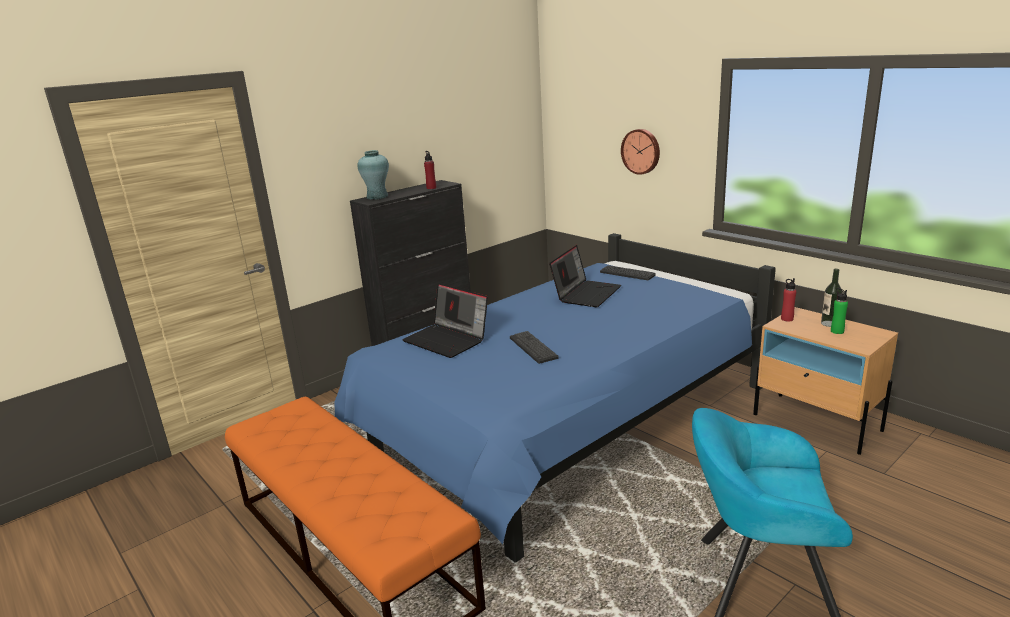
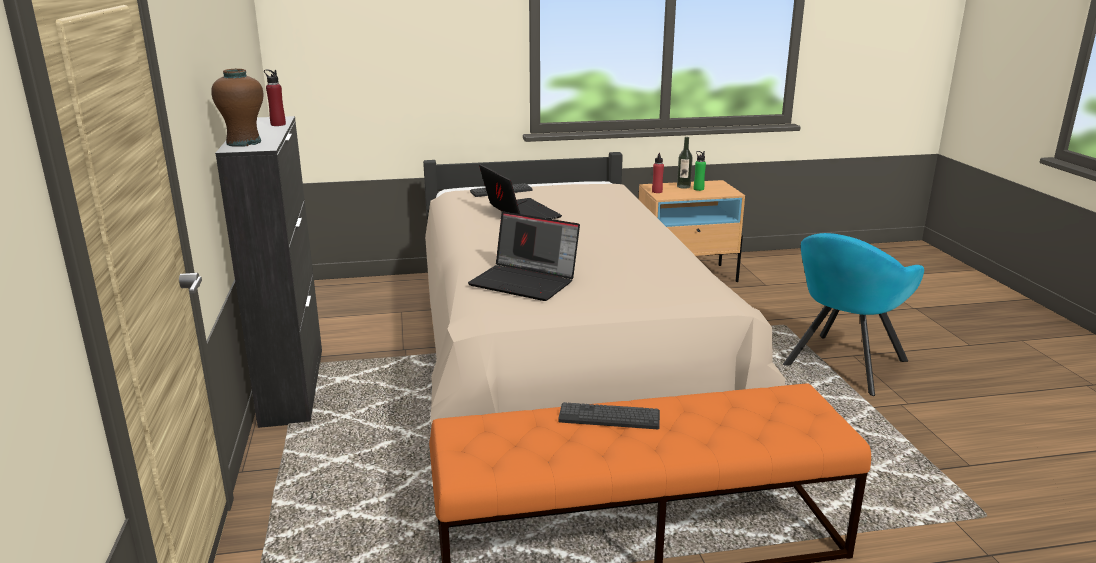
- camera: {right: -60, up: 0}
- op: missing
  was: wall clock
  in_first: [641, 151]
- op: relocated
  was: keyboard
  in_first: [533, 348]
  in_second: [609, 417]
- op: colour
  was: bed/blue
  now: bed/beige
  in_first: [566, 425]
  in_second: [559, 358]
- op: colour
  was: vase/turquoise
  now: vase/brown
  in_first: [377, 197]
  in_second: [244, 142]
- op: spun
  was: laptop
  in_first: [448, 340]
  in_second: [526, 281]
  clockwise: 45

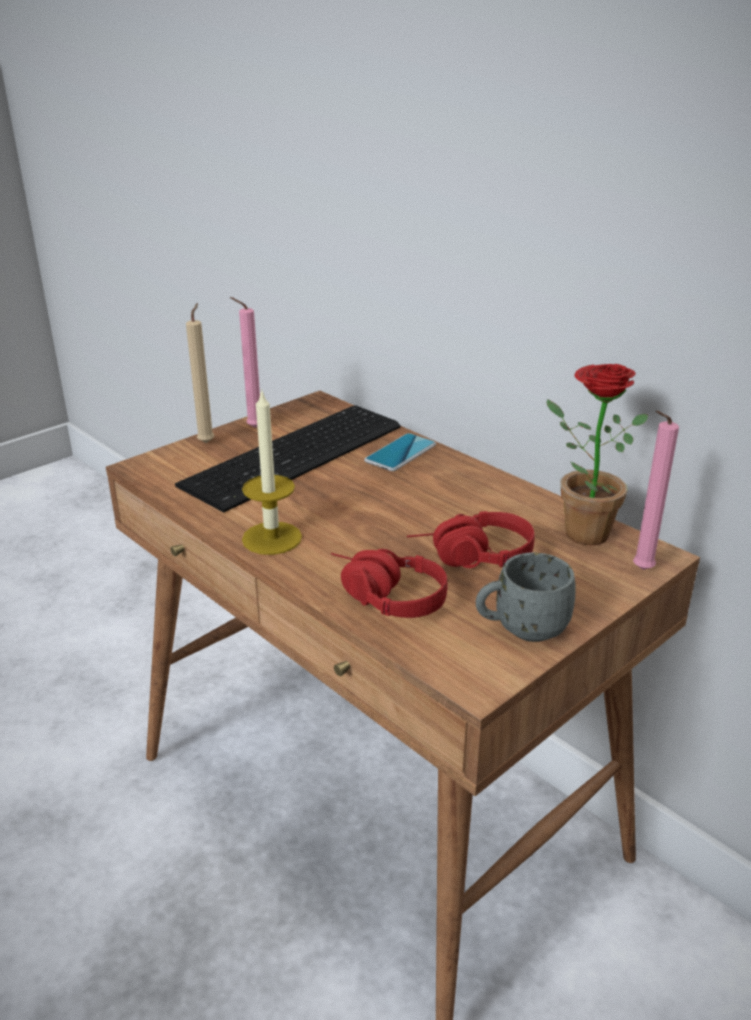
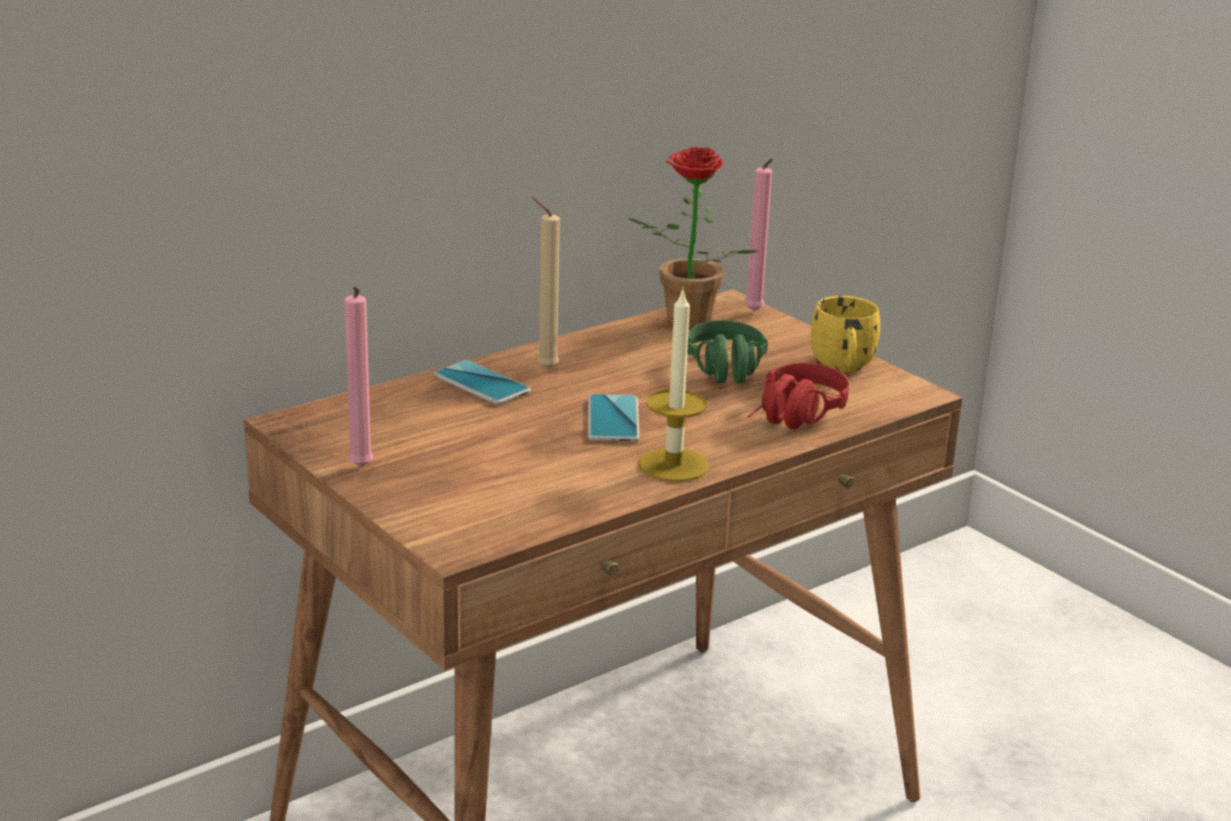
- camera: {right: -85, up: -5}
- op: missing
  was: keyboard
  in_first: [299, 455]
- op: appeared
  now: phone
  in_second: [613, 419]
- op: relocated
  was: candle/beige
  in_first: [207, 442]
  in_second: [544, 368]
- op: colour
  was: headphones/red
  now: headphones/green
  in_first: [470, 558]
  in_second: [727, 374]
- op: colour
  was: mug/grey
  now: mug/yellow
  in_first: [521, 628]
  in_second: [843, 367]

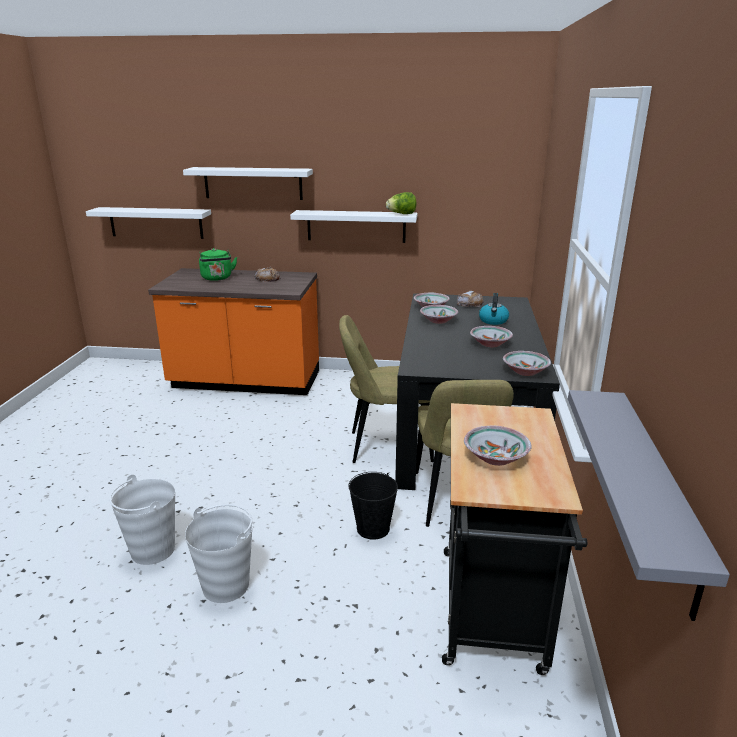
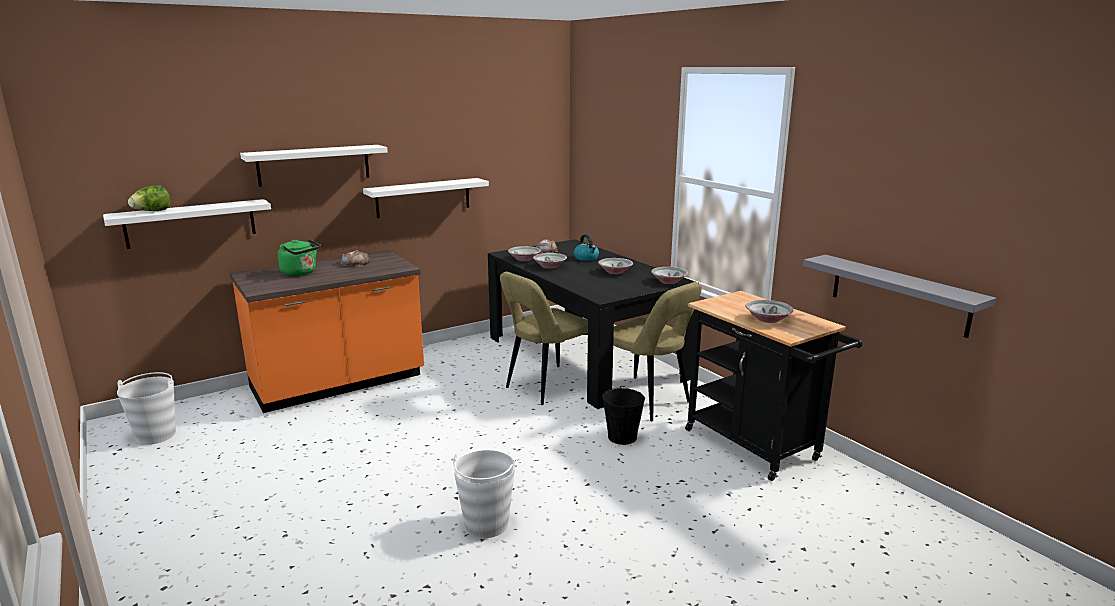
- camera: {right: -40, up: -5}
- op: relocated
  was: bucket/white
  in_first: [226, 585]
  in_second: [156, 435]
- op: relocated
  was: lettuce
  in_first: [401, 214]
  in_second: [152, 211]

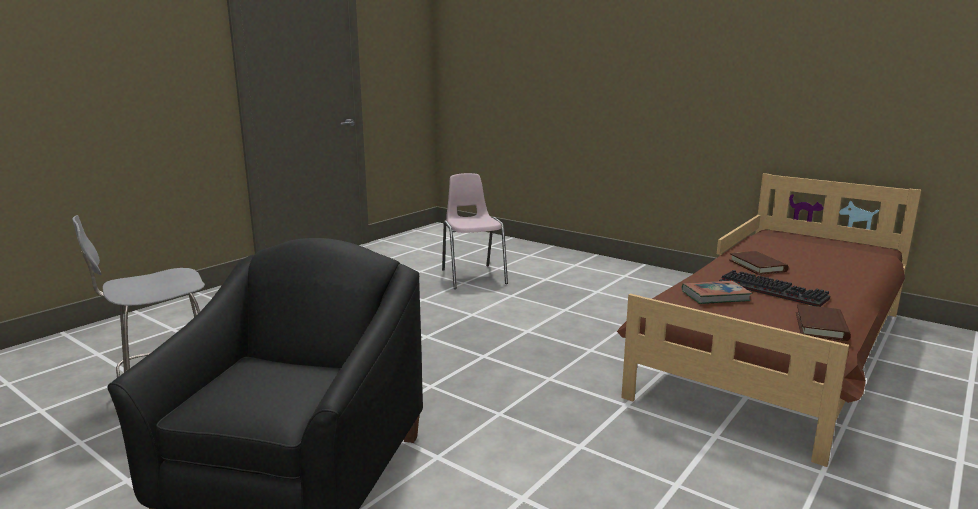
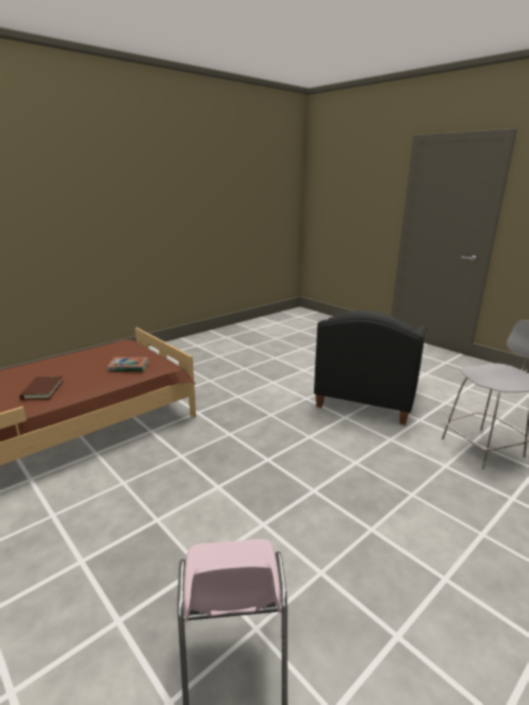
- camera: {right: -170, up: 5}
- op: missing
  was: keyboard
  in_first: [775, 291]
- op: missing
  was: book/brown
  in_first: [821, 326]

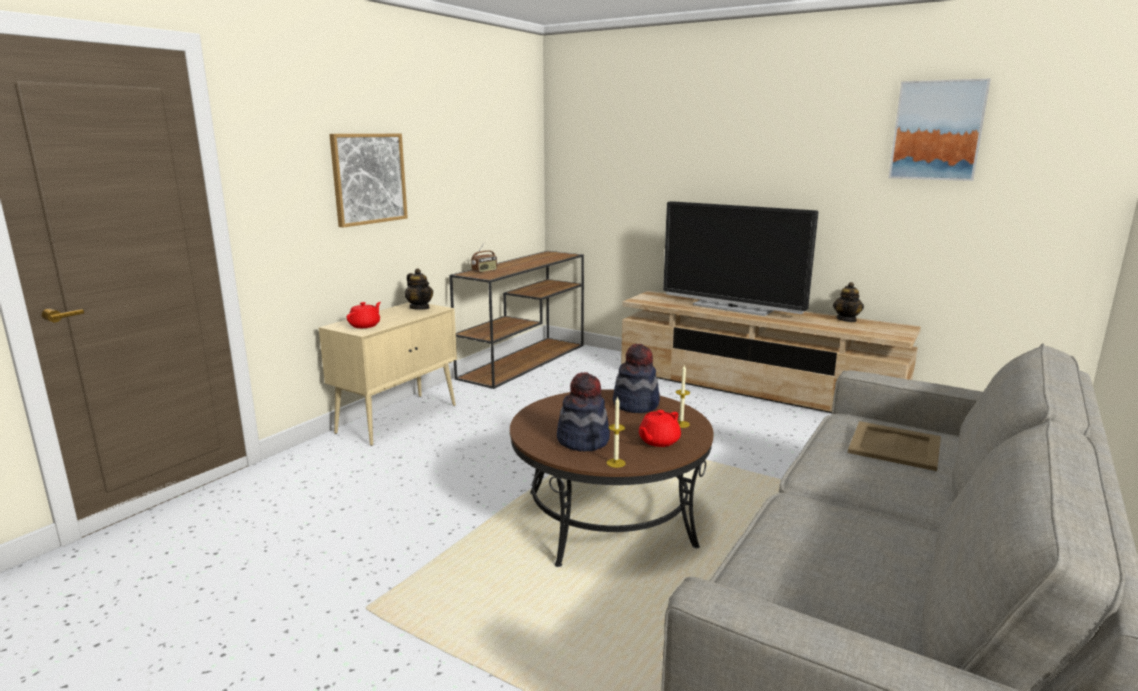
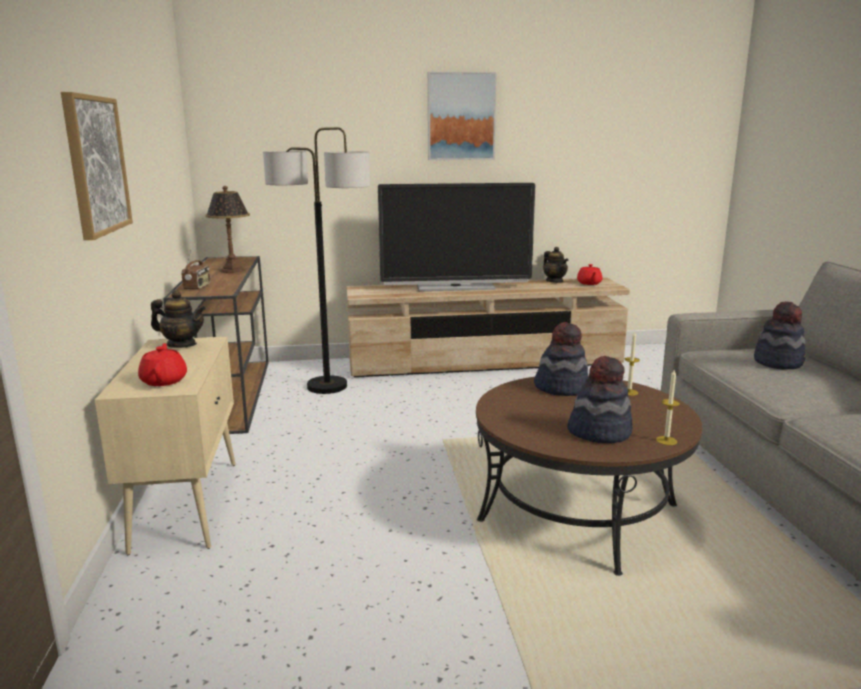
- camera: {right: -40, up: 0}
- op: appeared
  now: table lamp
  in_second: [232, 270]
- op: appeared
  now: floor lamp
  in_second: [327, 386]
- op: relocated
  was: teapot/red
  in_first: [658, 441]
  in_second: [589, 283]
- op: relocated
  was: picture
  in_first: [937, 130]
  in_second: [461, 116]
- op: exchanged
  was: tray/beige
  now: hat
  in_first: [895, 446]
  in_second: [778, 362]

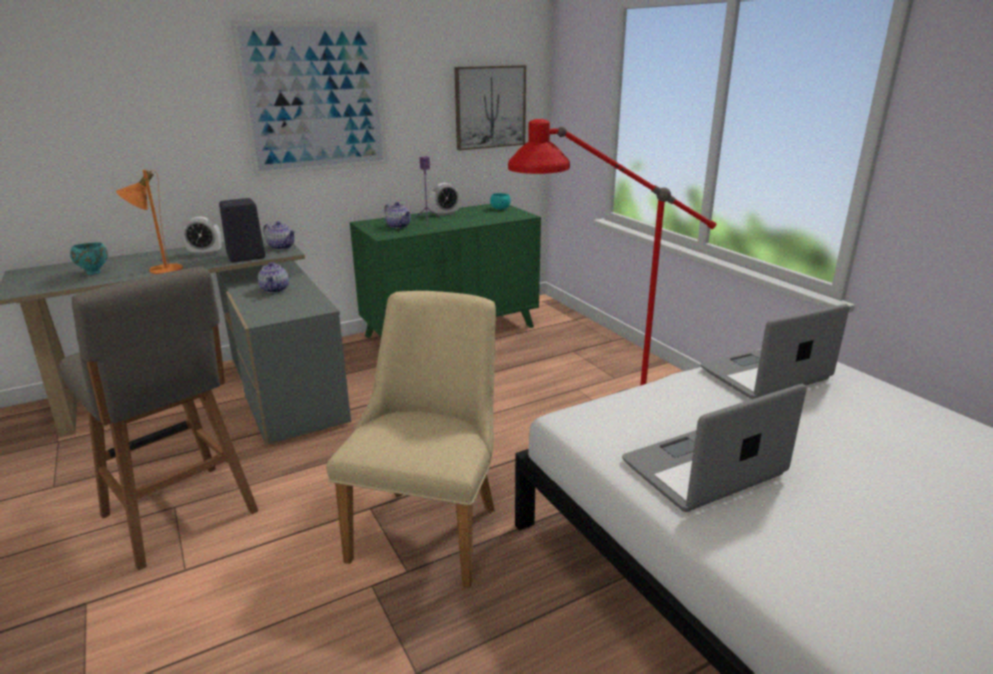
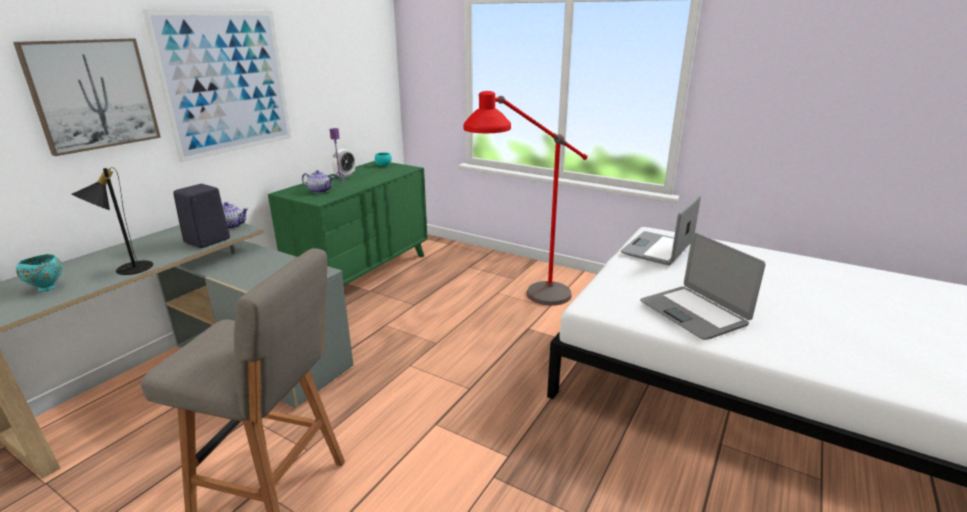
- camera: {right: -30, up: 0}
- op: missing
  was: alarm clock
  in_first: [205, 253]
- op: missing
  was: teapot
  in_first: [275, 289]
- op: missing
  was: chair/beige
  in_first: [432, 524]
- op: relocated
  was: picture
  in_first: [490, 107]
  in_second: [93, 94]
- op: colour
  was: table lamp/orange
  now: table lamp/black
  in_first: [159, 269]
  in_second: [127, 269]
- op: spun
  was: laptop
  in_first: [703, 470]
  in_second: [693, 313]
  clockwise: -60

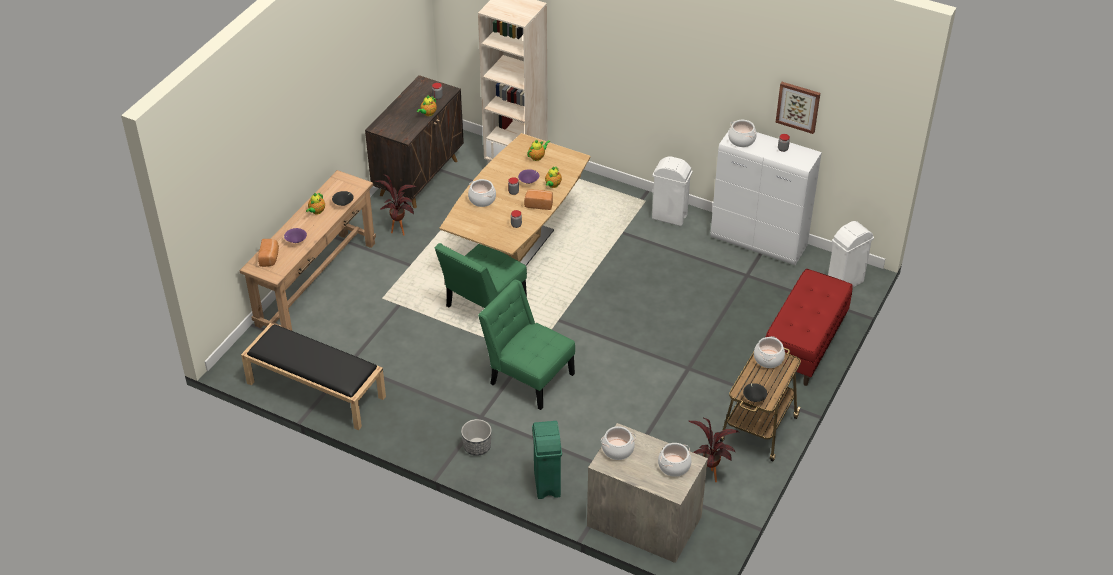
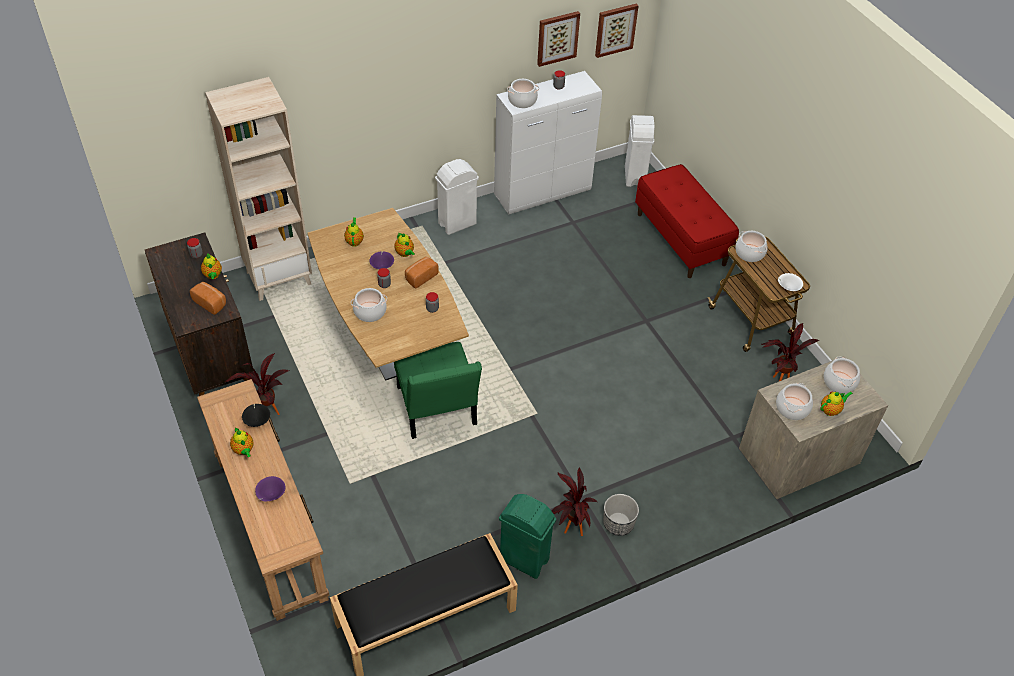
- camera: {right: -55, up: 5}
- op: missing
  was: chair/green
  in_first: [528, 376]
- op: appeared
  now: potted plant
  in_second: [569, 532]
- op: appeared
  now: picture
  in_second: [615, 29]
- op: appeared
  now: teapot
  in_second: [831, 410]
- op: relocated
  was: bread
  in_first: [270, 258]
  in_second: [211, 303]
- op: relocated
  was: trash can/green
  in_first: [547, 484]
  in_second: [524, 560]
- op: colour
  was: bowl/black
  now: bowl/white
  in_first: [754, 398]
  in_second: [788, 288]

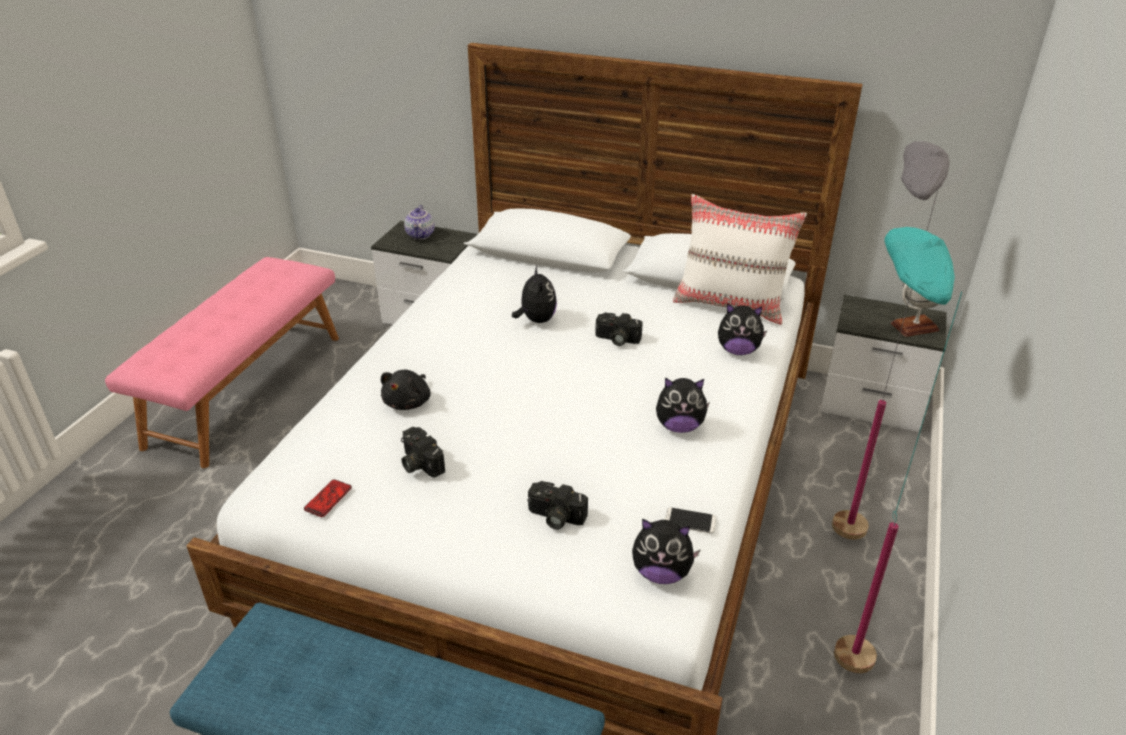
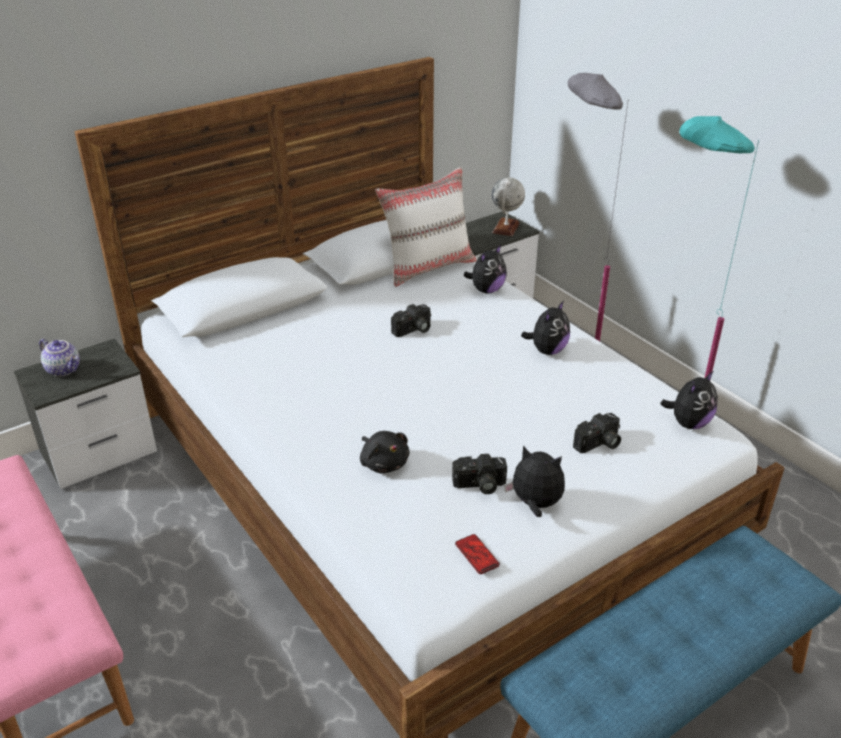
- camera: {right: -55, up: 0}
- op: missing
  was: phone
  in_first: [690, 521]
- op: relocated
  was: plush toy
  in_first: [536, 320]
  in_second: [535, 504]

